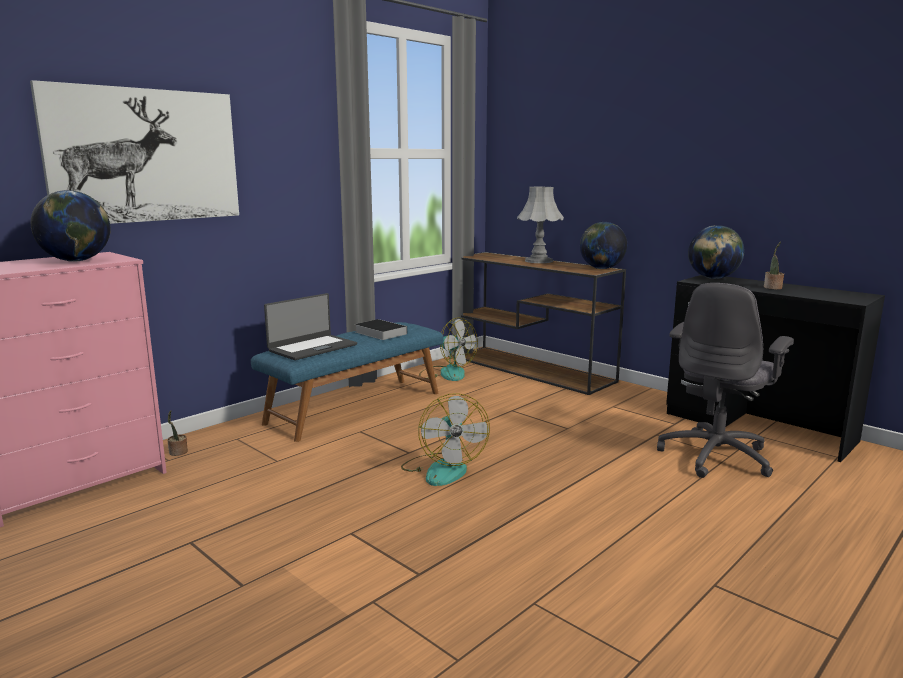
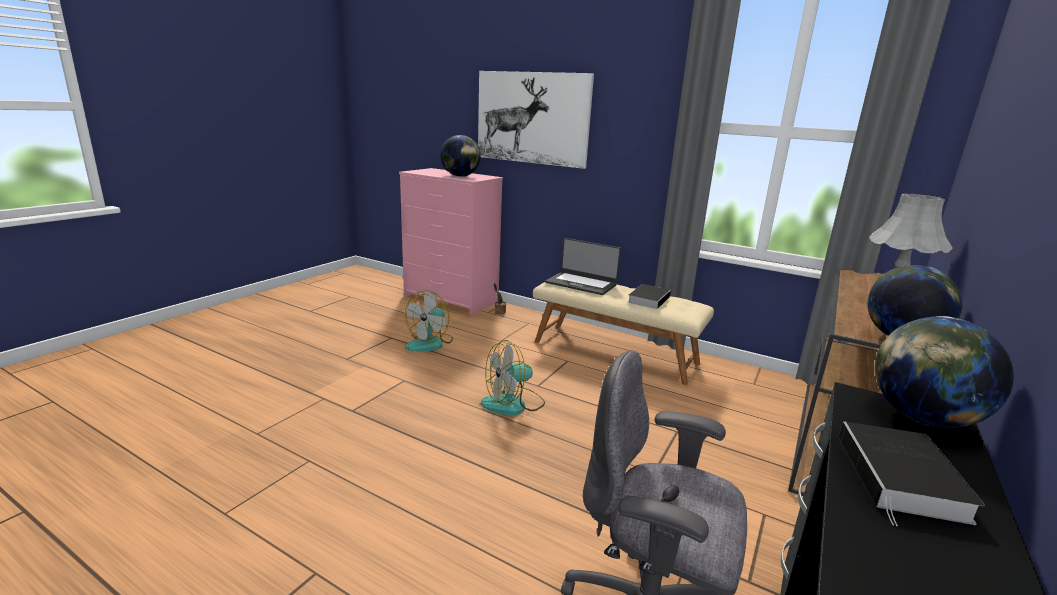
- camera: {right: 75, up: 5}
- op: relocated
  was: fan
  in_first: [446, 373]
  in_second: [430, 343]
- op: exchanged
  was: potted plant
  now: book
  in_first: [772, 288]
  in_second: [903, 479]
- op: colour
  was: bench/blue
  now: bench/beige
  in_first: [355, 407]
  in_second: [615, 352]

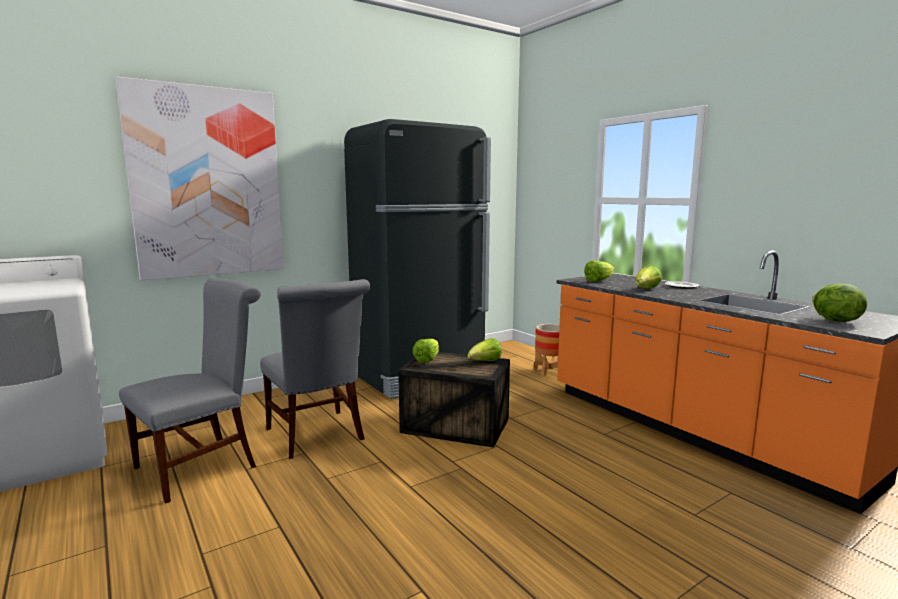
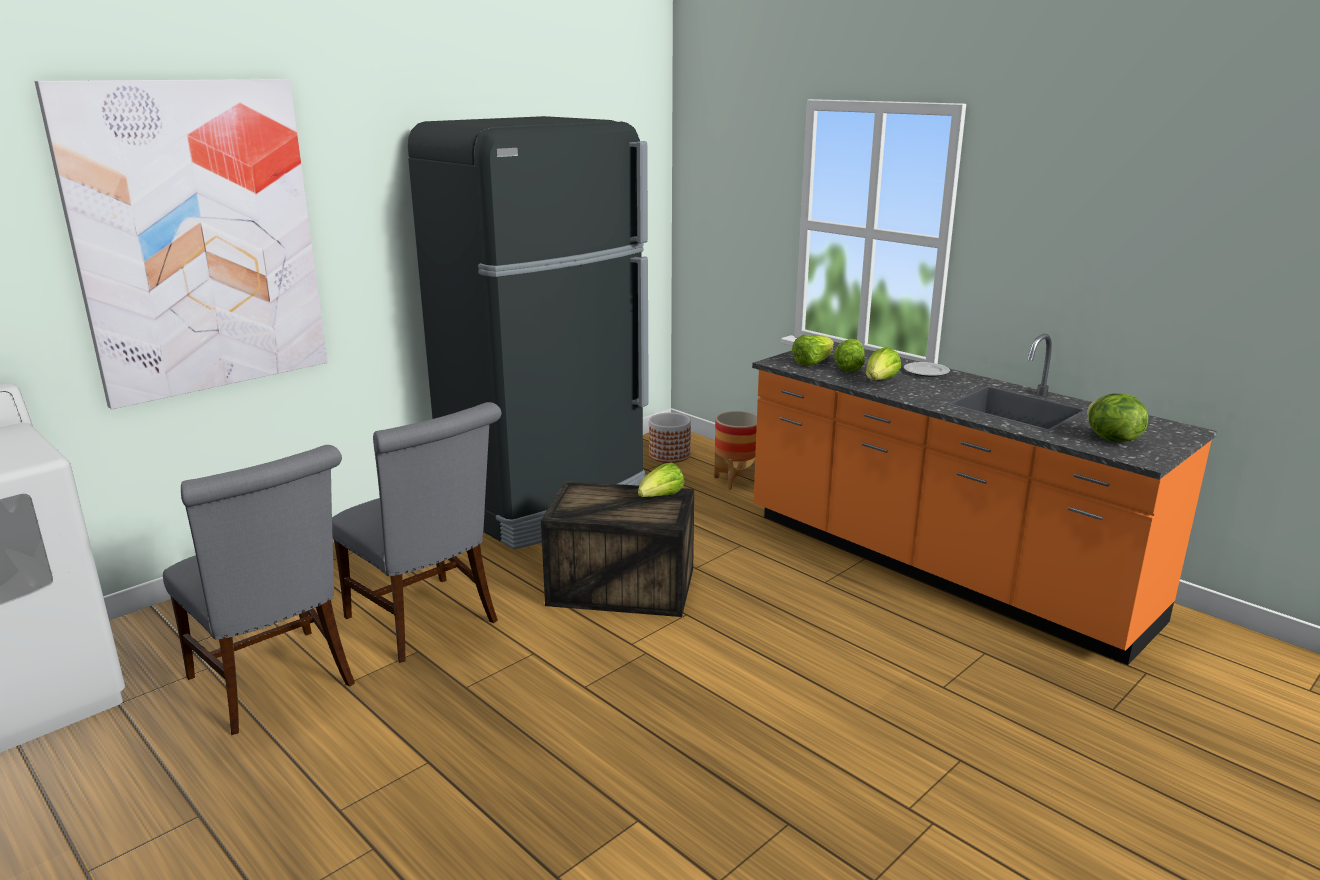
- camera: {right: -10, up: 10}
- op: appeared
  now: planter
  in_second: [670, 455]
- op: relocated
  was: lettuce
  in_first: [427, 359]
  in_second: [848, 367]
- op: spun
  was: chair/grey
  in_first: [203, 464]
  in_second: [276, 684]
  clockwise: 105

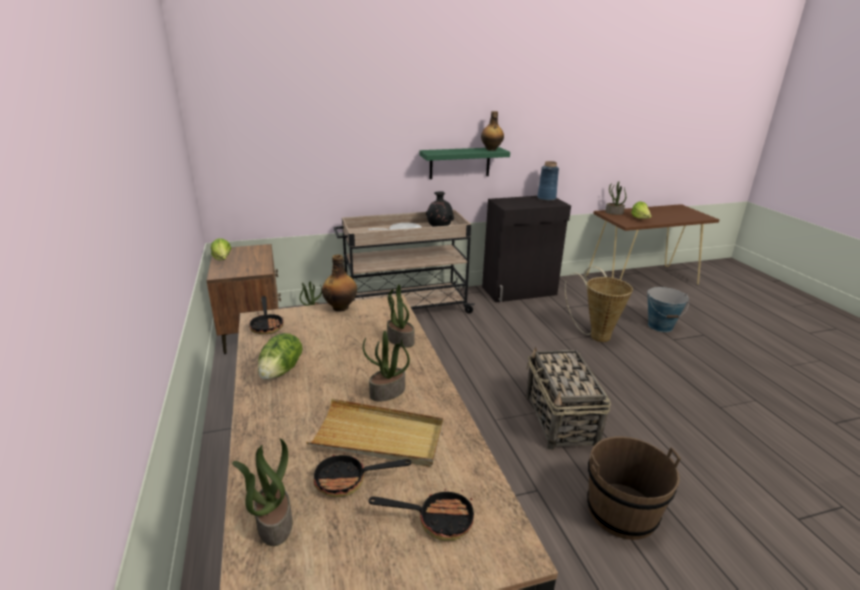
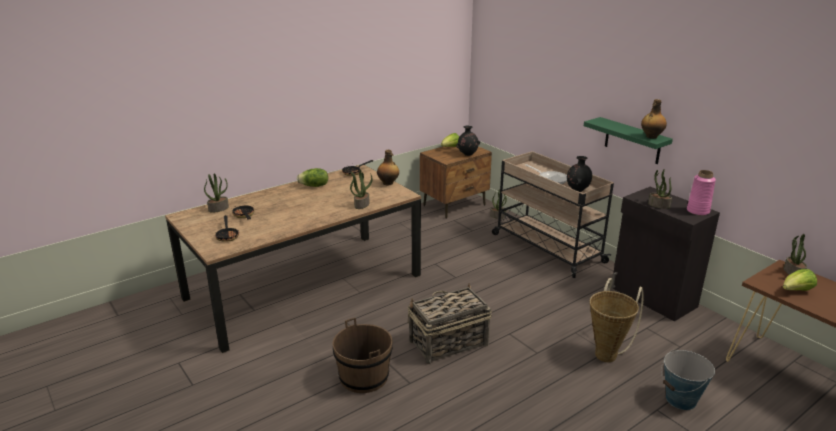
- camera: {right: 70, up: 0}
- op: missing
  was: tray/beige
  in_first: [378, 437]
- op: appeared
  now: vase/black
  in_second: [467, 154]
- op: relocated
  was: potted plant
  in_first: [387, 392]
  in_second: [658, 205]
- op: colour
  was: vase/blue
  now: vase/pink
  in_first: [546, 198]
  in_second: [698, 211]

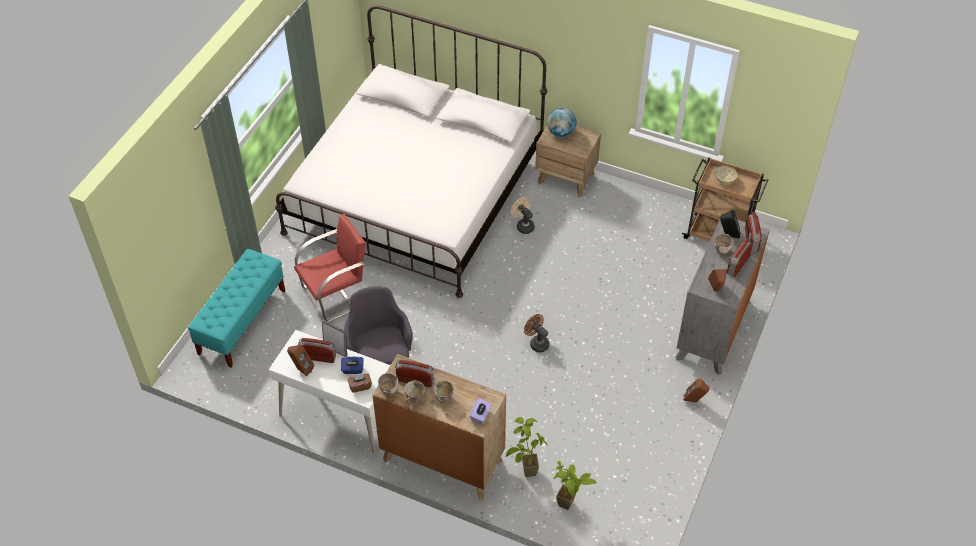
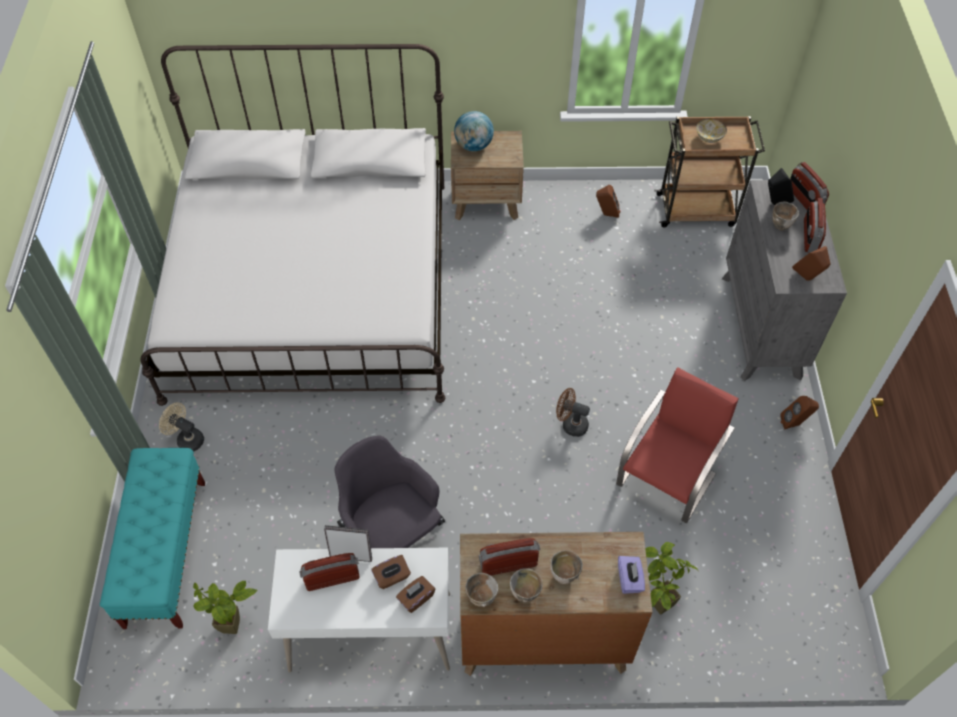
- camera: {right: -25, up: 5}
- op: relocated
  was: speaker/brown
  in_first: [301, 369]
  in_second: [606, 214]
- op: relocated
  was: chair/red
  in_first: [336, 295]
  in_second: [667, 478]
- op: relocated
  was: fan/beige
  in_first: [523, 225]
  in_second: [187, 439]
- op: relocated
  was: potted plant
  in_first: [569, 507]
  in_second: [238, 629]
- op: colour
  was: tissue box/blue
  now: tissue box/brown
  in_first: [353, 370]
  in_second: [392, 577]

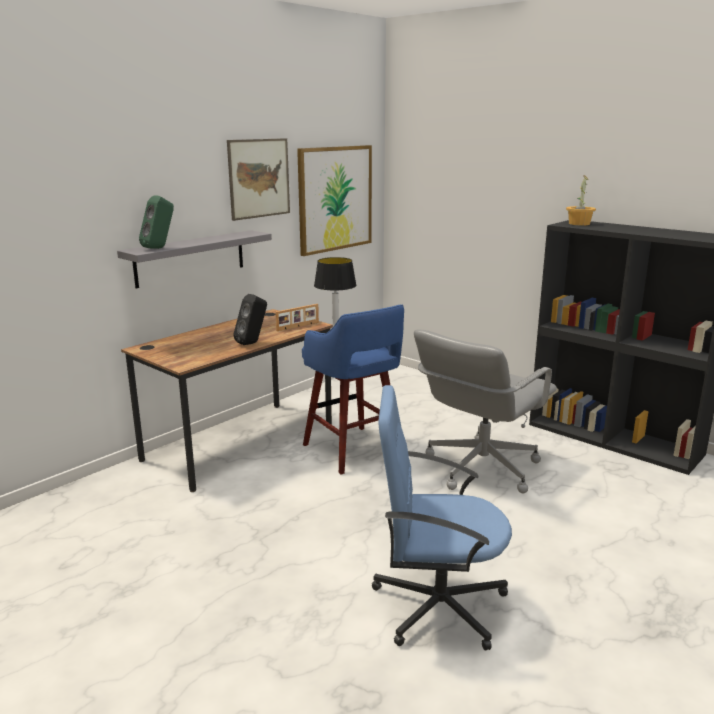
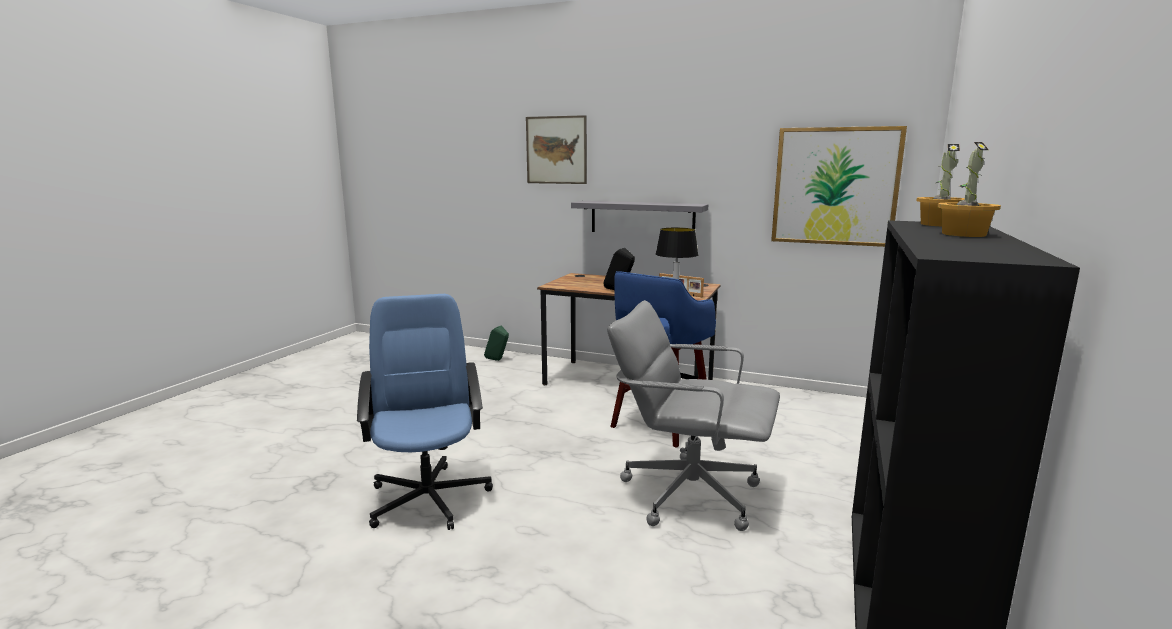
- camera: {right: 70, up: -5}
- op: appeared
  now: potted plant
  in_second: [963, 234]
- op: relocated
  was: speaker/green
  in_first: [160, 248]
  in_second: [498, 360]
- op: relocated
  was: picture
  in_first: [259, 178]
  in_second: [556, 150]

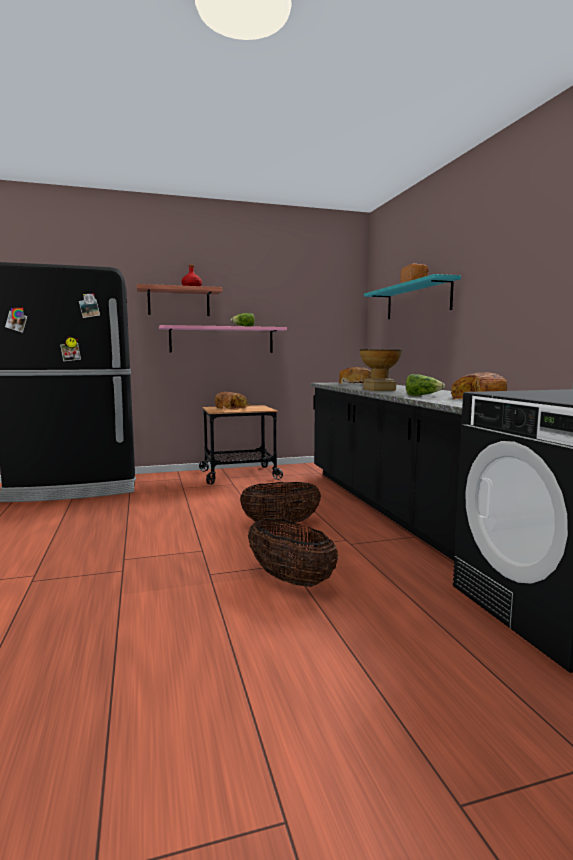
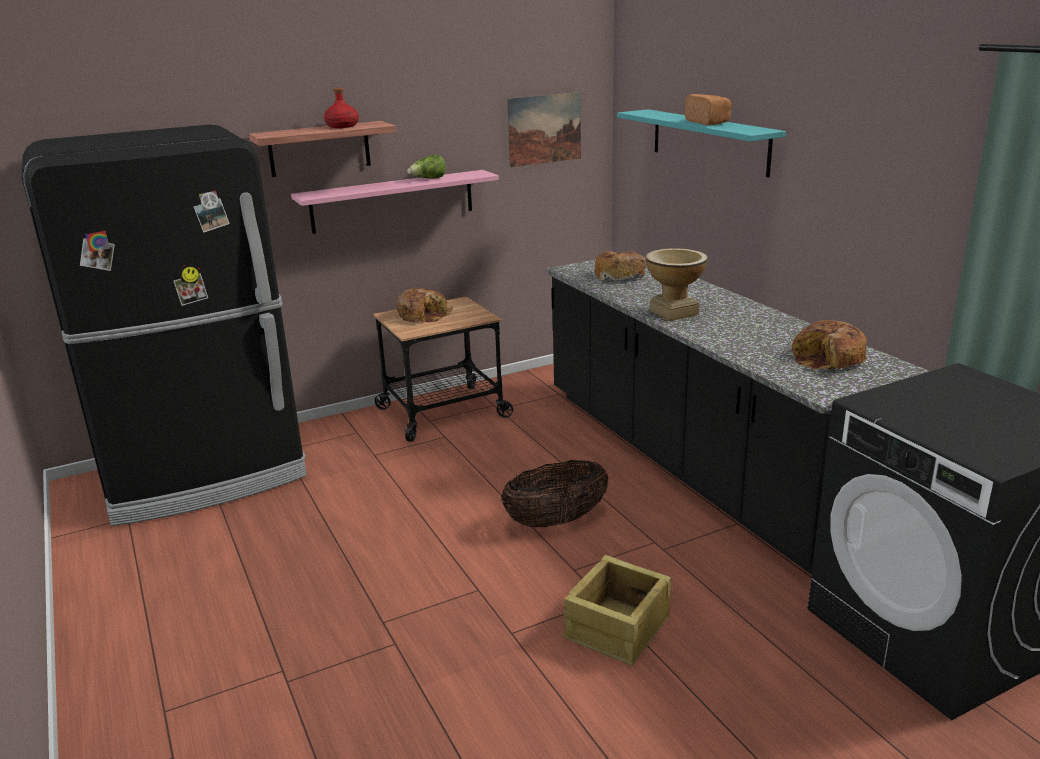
- camera: {right: -10, up: 15}
- op: missing
  was: lettuce
  in_first: [422, 395]
- op: appeared
  now: picture
  in_second: [544, 129]
- op: exchanged
  was: basket
  now: crate
  in_first: [290, 579]
  in_second: [616, 627]

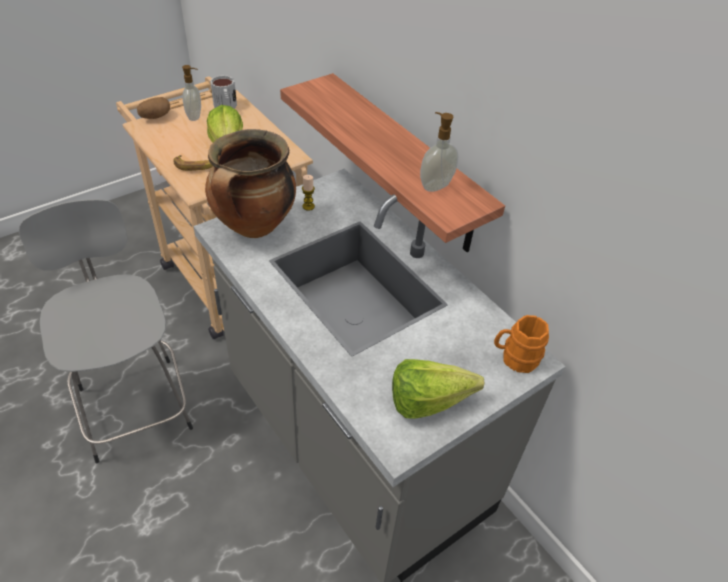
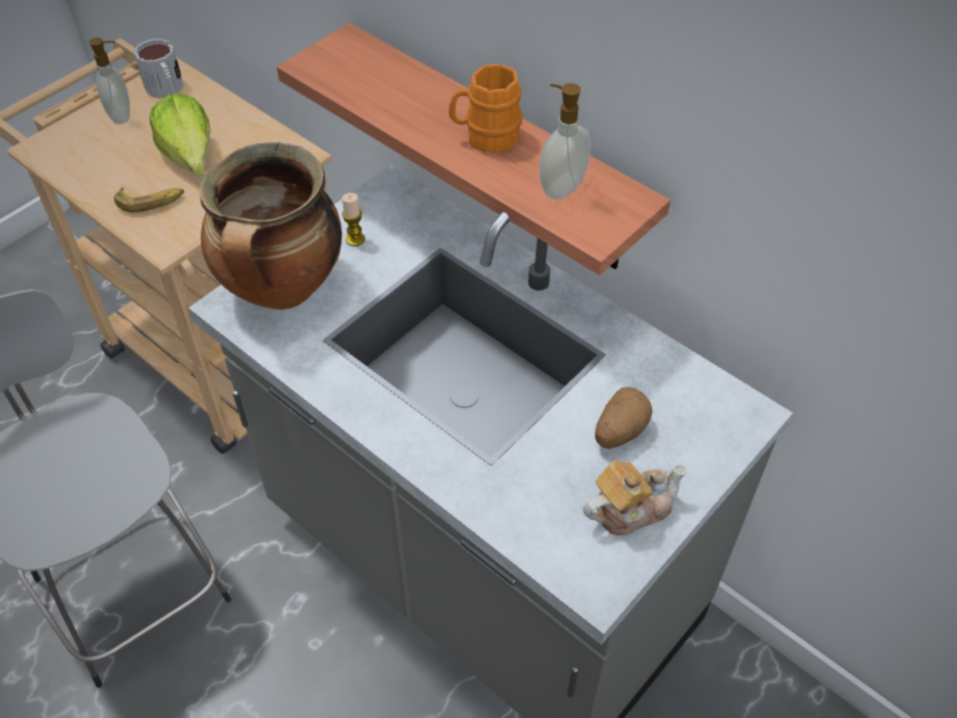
- camera: {right: -10, up: 5}
- op: relocated
  was: potato
  in_first: [155, 116]
  in_second: [619, 431]
- op: relocated
  was: mug/orange
  in_first: [515, 358]
  in_second: [485, 136]
- op: exchanged
  was: lettuce
  now: teapot
  in_first: [435, 403]
  in_second: [630, 509]

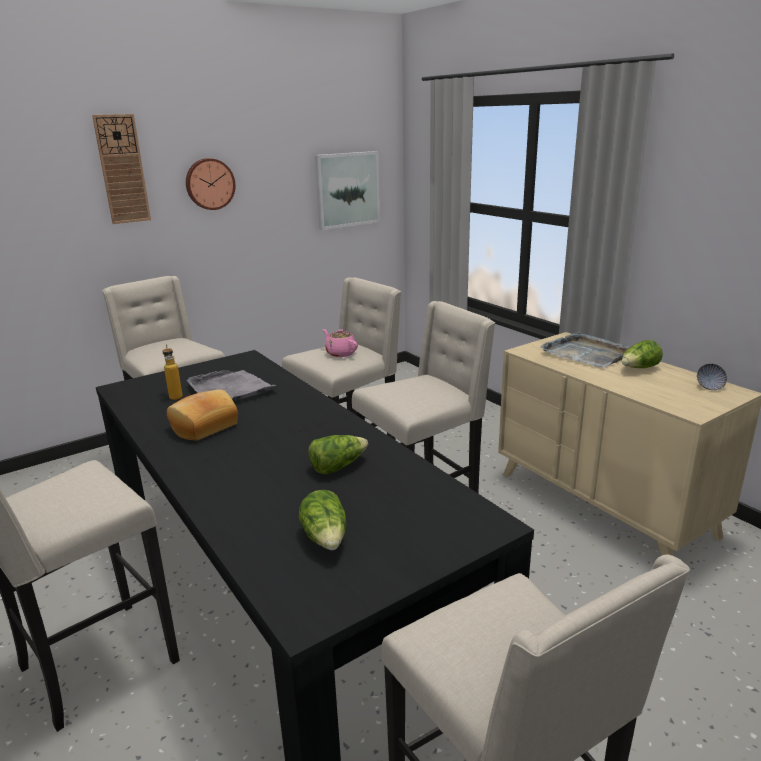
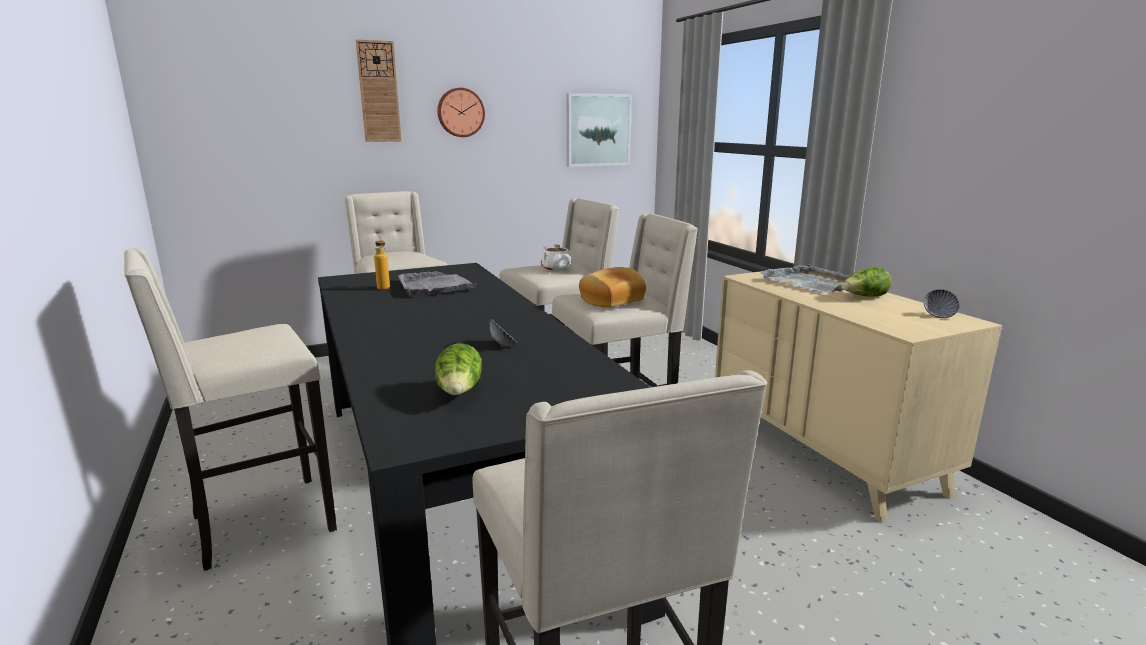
- camera: {right: 10, up: -5}
- op: relocated
  was: bread
  in_first: [203, 426]
  in_second: [611, 300]
- op: exchanged
  was: lettuce
  now: bowl
  in_first: [337, 466]
  in_second: [503, 344]
- op: colour
  was: teapot/pink
  now: teapot/white
  in_first: [340, 353]
  in_second: [556, 269]

